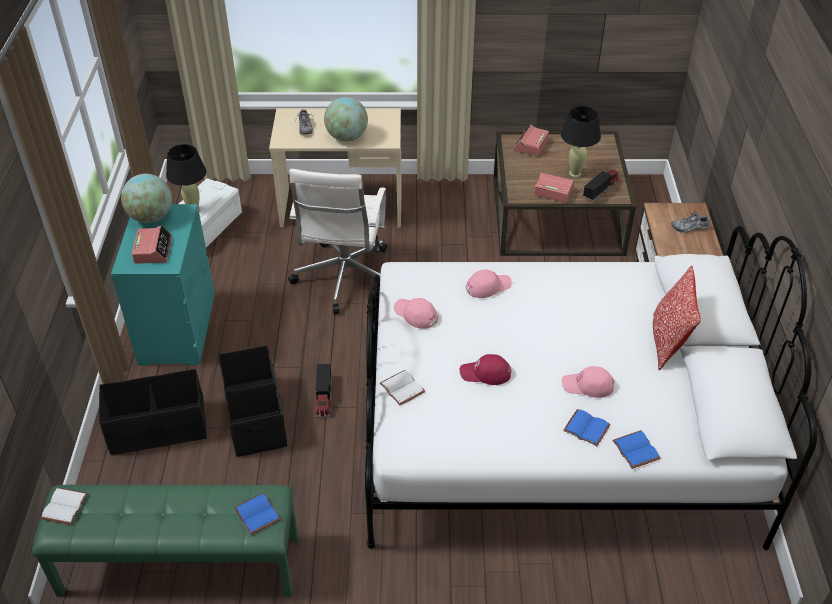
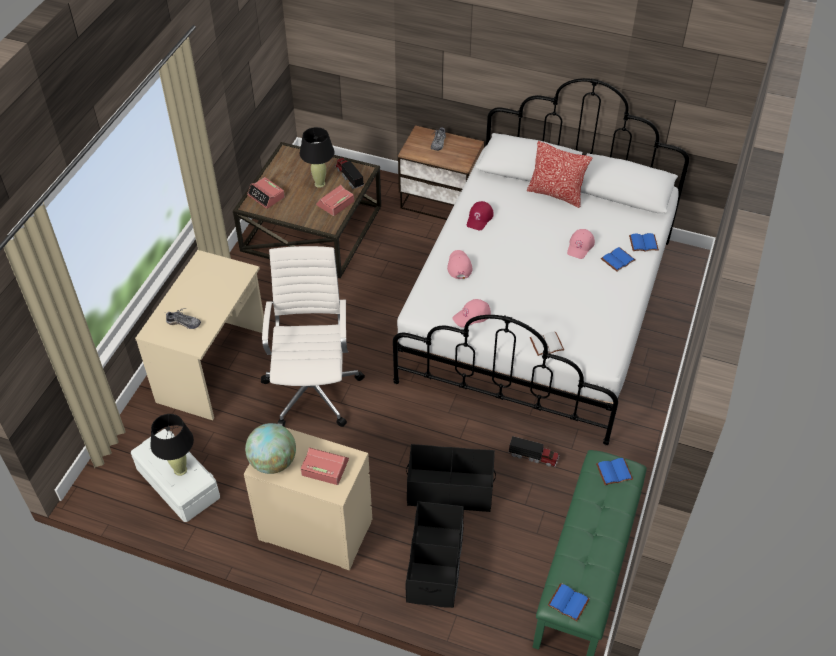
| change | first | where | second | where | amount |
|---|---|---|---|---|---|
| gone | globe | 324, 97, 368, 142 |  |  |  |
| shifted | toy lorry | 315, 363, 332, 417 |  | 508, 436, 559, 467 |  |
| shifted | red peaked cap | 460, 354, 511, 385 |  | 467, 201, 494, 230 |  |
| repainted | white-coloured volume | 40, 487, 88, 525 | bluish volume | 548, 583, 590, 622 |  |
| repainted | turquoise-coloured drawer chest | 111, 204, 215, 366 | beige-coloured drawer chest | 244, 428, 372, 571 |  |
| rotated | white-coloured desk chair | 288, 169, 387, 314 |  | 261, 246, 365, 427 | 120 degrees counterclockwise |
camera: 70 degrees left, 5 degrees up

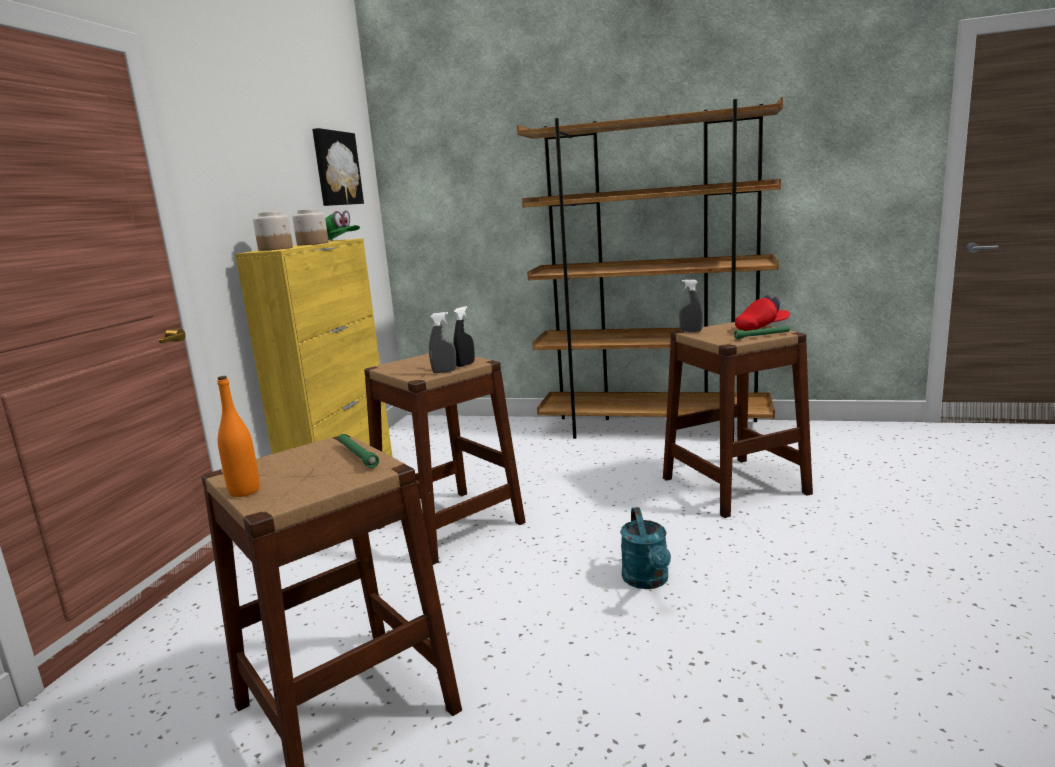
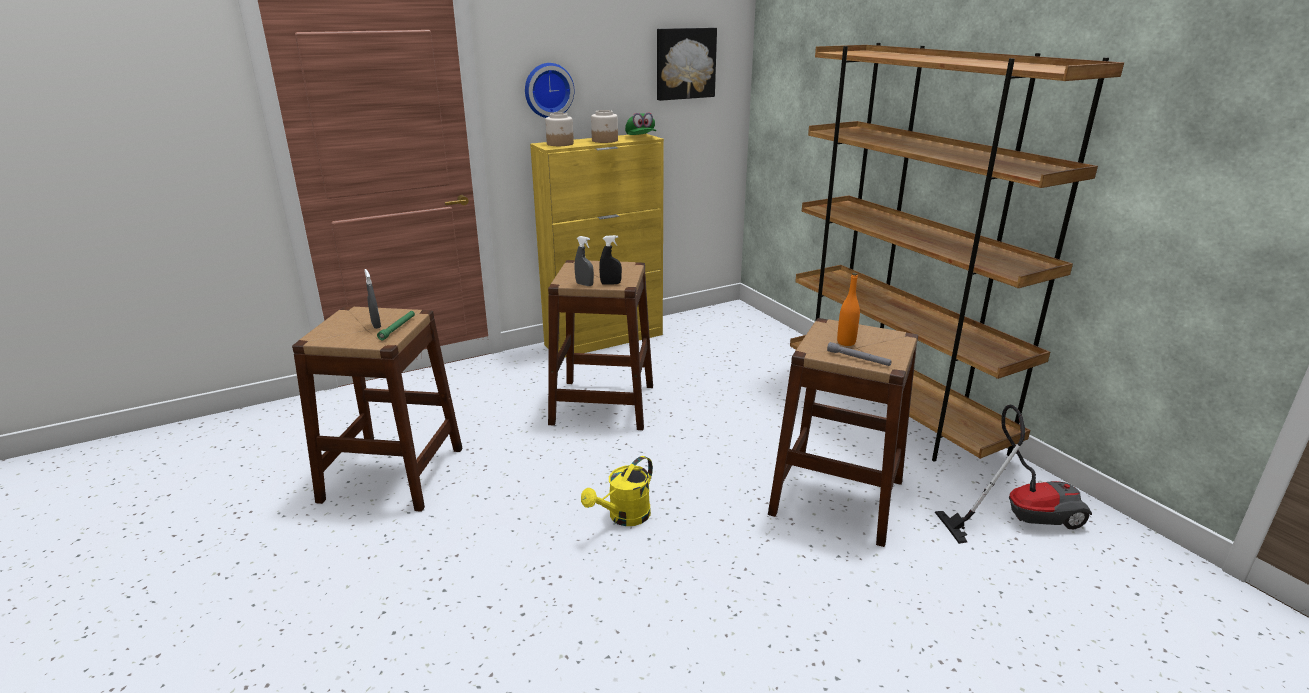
| change | first | where | second | where | amount |
|---|---|---|---|---|---|
| gone | red peaked cap | 735, 295, 790, 331 |  |  |  |
| new |  |  | wall clock | 525, 63, 574, 118 |  |
| new |  |  | vacuum | 935, 404, 1092, 544 |  |
| shifted | orange-coloured beverage bottle | 217, 376, 260, 497 |  | 837, 273, 860, 346 |  |
| shifted | gray hand sprayer | 679, 279, 703, 332 |  | 364, 269, 381, 329 |  |
| repainted | turquoise-coloured sprinkling can | 620, 507, 671, 589 | yellowish sprinkling can | 581, 456, 653, 526 |  |
| repainted | greenish torch | 734, 326, 790, 339 | gray torch | 827, 342, 892, 366 |  |
camera: 45 degrees right, 10 degrees up

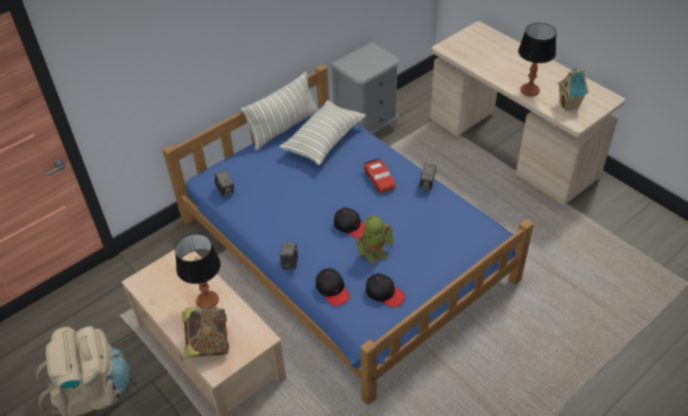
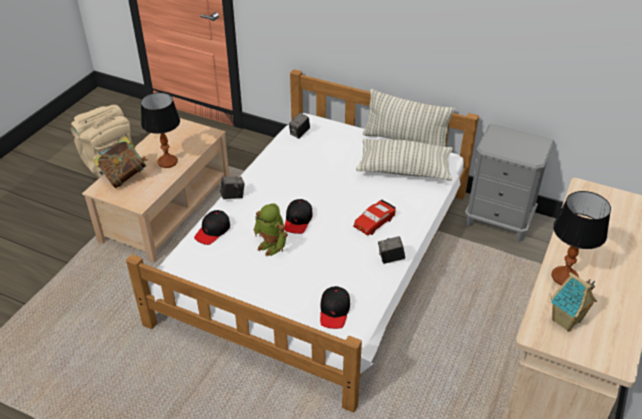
| change | first | where | second | where | amount |
|---|---|---|---|---|---|
| shifted | black peaked cap | 366, 273, 405, 308 |  | 320, 286, 350, 329 |  |
| repainted | bluish sleeping bed | 163, 64, 534, 405 | white-coloured sleeping bed | 126, 69, 479, 412 |  |
camera: 65 degrees right, 5 degrees down

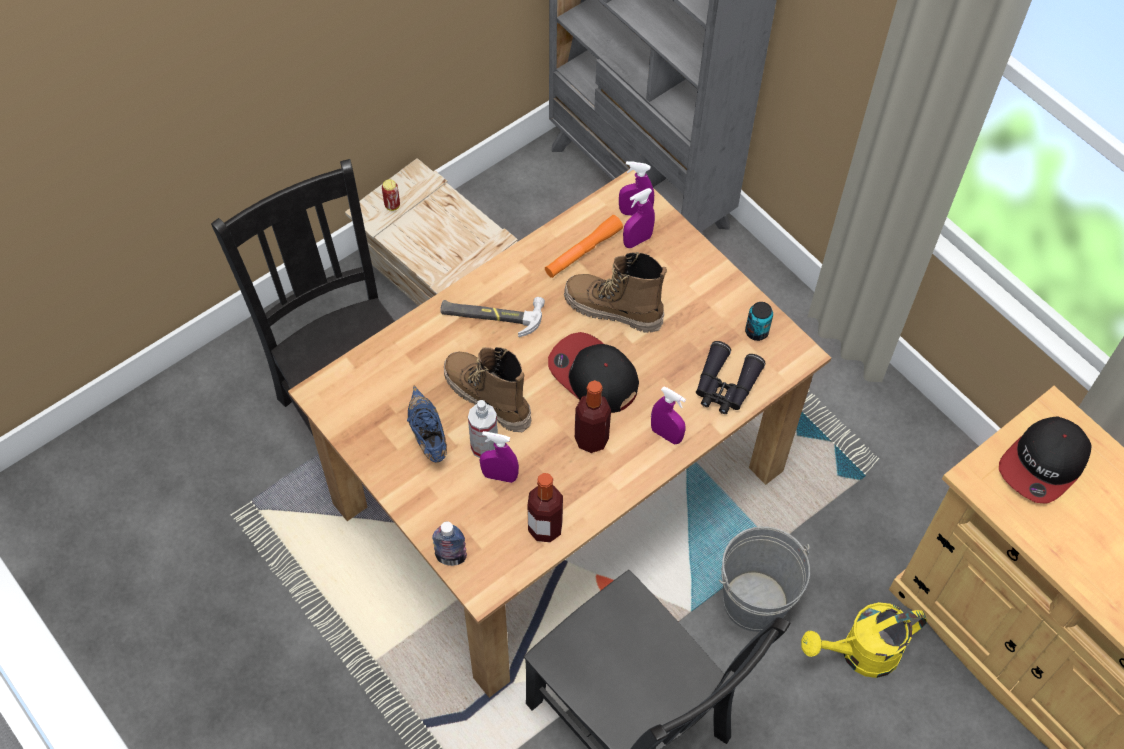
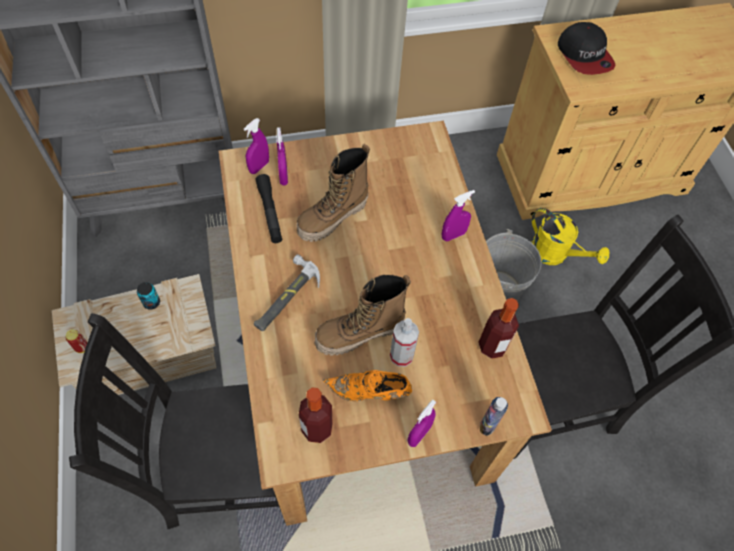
| change | first | where | second | where | amount |
|---|---|---|---|---|---|
| gone | peaked cap | 548, 332, 639, 413 |  |  |  |
| gone | black pair of binoculars | 696, 341, 765, 414 |  |  |  |
| shifted | purple hand sprayer | 480, 431, 519, 483 |  | 407, 400, 436, 447 |  |
| shifted | beverage bottle | 575, 380, 611, 453 |  | 299, 387, 333, 443 |  |
| shifted | sealed can | 745, 302, 773, 341 |  | 137, 282, 160, 310 |  |
| repainted | bluish item of footwear | 407, 385, 447, 463 | orange-coloured item of footwear | 323, 370, 412, 401 |  |
| repainted | orange-coloured torch | 545, 215, 623, 278 | black torch | 256, 174, 282, 243 |  |
| rotated | yellowish sprinkling can | 801, 602, 927, 678 |  | 531, 208, 609, 265 | 60 degrees counterclockwise |
camera: 65 degrees left, 0 degrees up

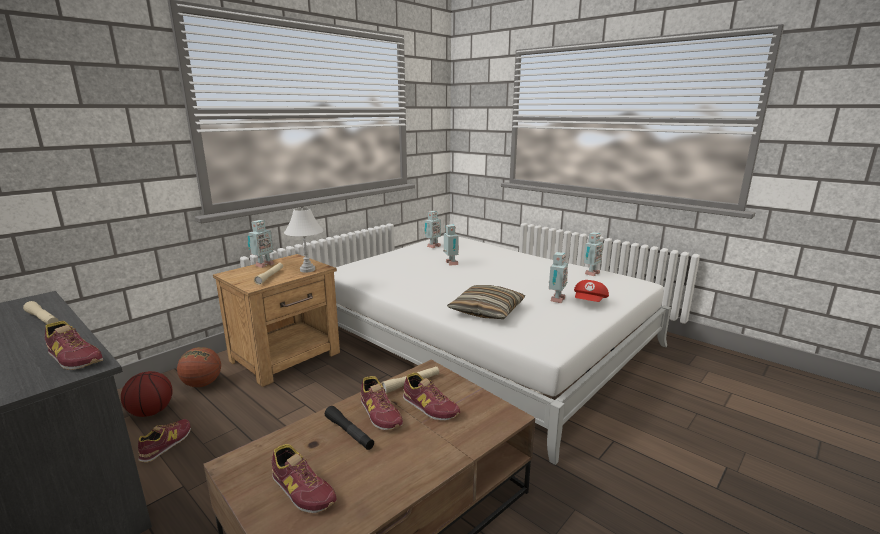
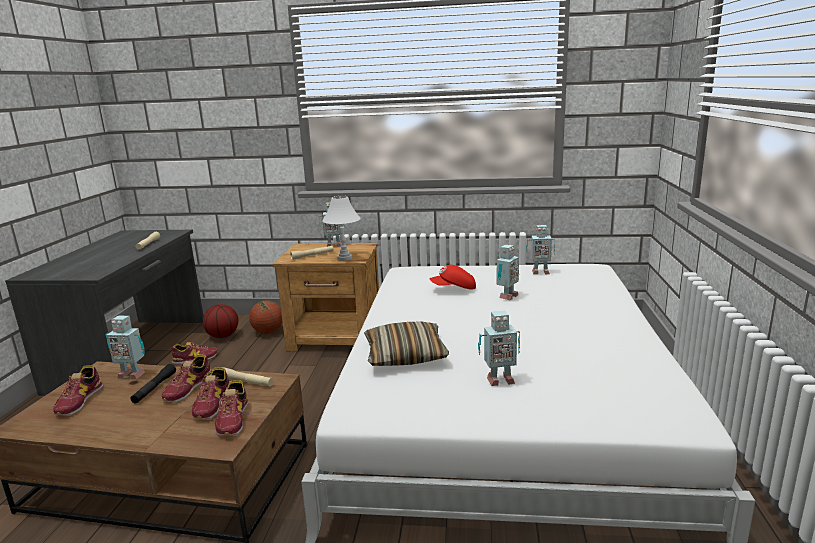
| change | first | where | second | where | amount |
|---|---|---|---|---|---|
| shifted | item of footwear | 45, 321, 103, 370 |  | 215, 380, 249, 436 |  |
| shifted | red peaked cap | 574, 280, 609, 302 |  | 430, 265, 476, 290 |  |
| shifted | robot figure | 583, 232, 603, 276 |  | 106, 316, 145, 380 |  |
camera: 55 degrees right, 0 degrees up

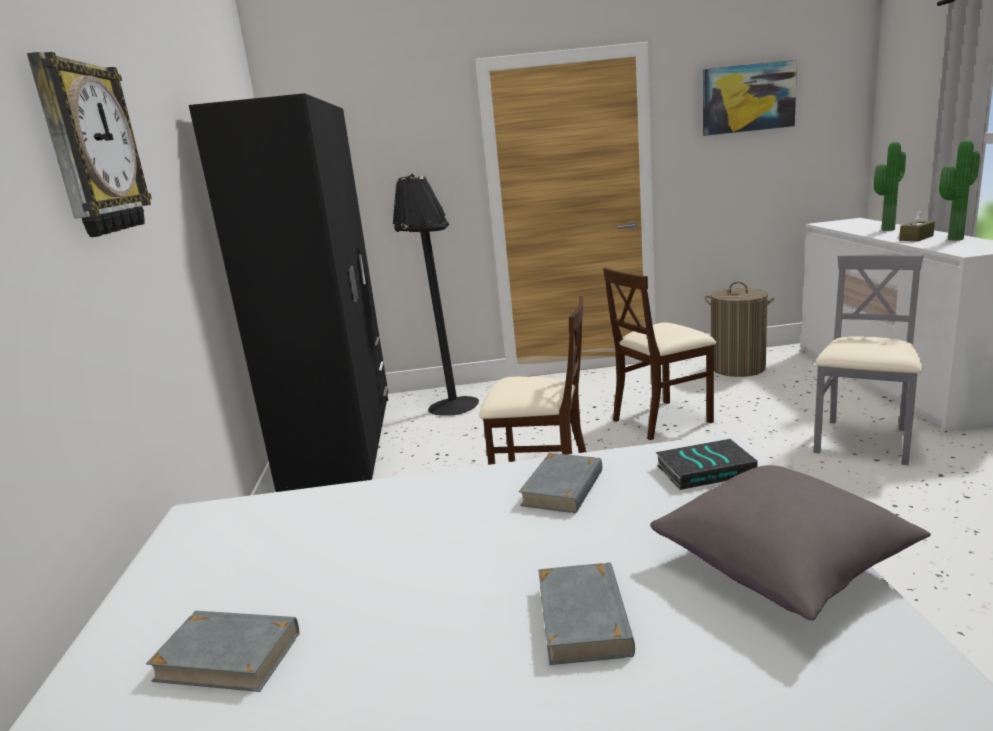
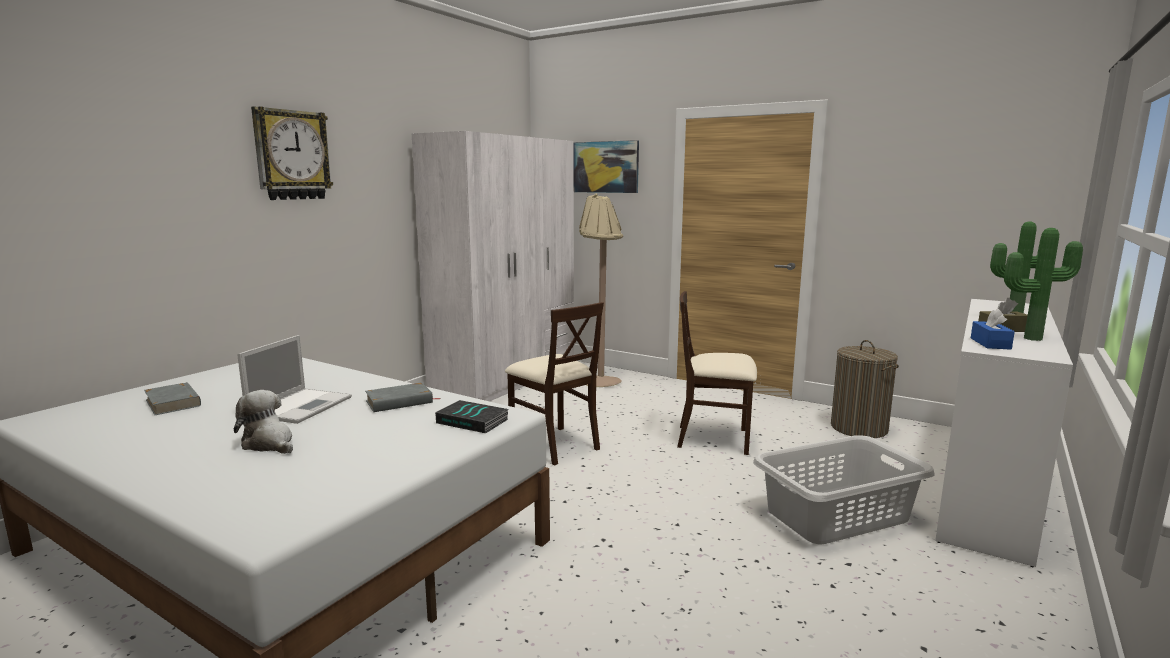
| change | first | where | second | where | amount |
|---|---|---|---|---|---|
| gone | gray cushion | 650, 465, 931, 621 |  |  |  |
| new |  |  | portable computer | 237, 335, 352, 424 |  |
| new |  |  | bluish tissue holder | 971, 309, 1015, 349 |  |
| shifted | wall art | 703, 60, 797, 136 |  | 574, 140, 639, 193 |  |
| swapped | gray volume | 538, 562, 635, 665 | soft toy | 234, 390, 293, 454 |  |
| swapped | gray chair | 813, 255, 923, 466 | gray washing basket | 753, 435, 935, 544 |  |
| repainted | black clothes cupboard | 189, 94, 388, 492 | white-coloured clothes cupboard | 412, 131, 574, 402 |  |
| repainted | black standard lamp | 393, 173, 479, 416 | beige-coloured standard lamp | 579, 194, 623, 387 |  |
camera: 35 degrees right, 5 degrees down

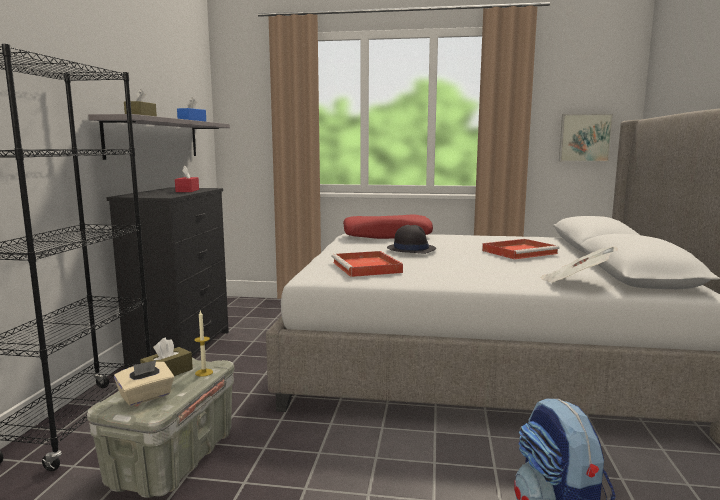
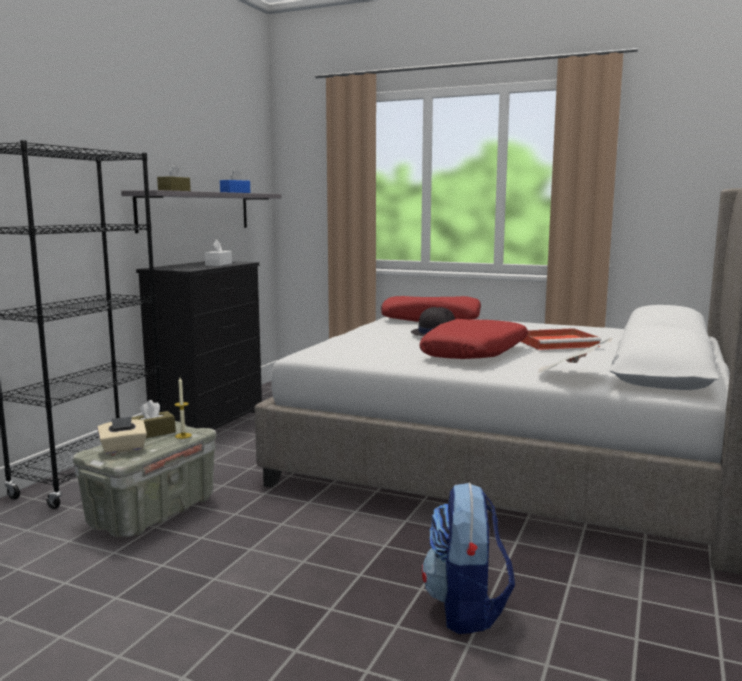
| change | first | where | second | where | amount |
|---|---|---|---|---|---|
| gone | red carrying tray | 332, 251, 403, 277 |  |  |  |
| gone | wall art | 559, 114, 613, 162 |  |  |  |
| new |  |  | red cushion | 419, 319, 528, 359 |  |
| repainted | red tissue holder | 175, 166, 199, 192 | white-coloured tissue holder | 205, 239, 232, 266 |  |
camera: 15 degrees right, 0 degrees up

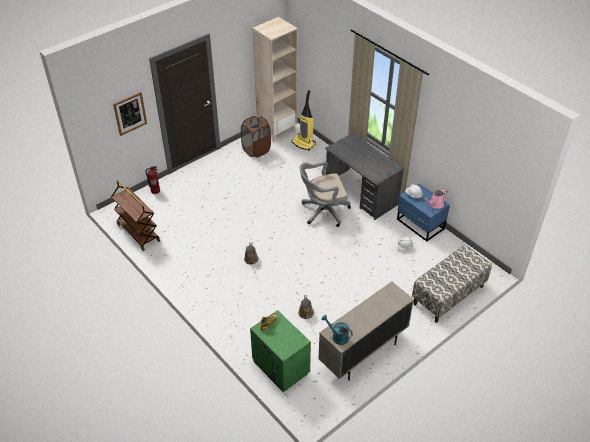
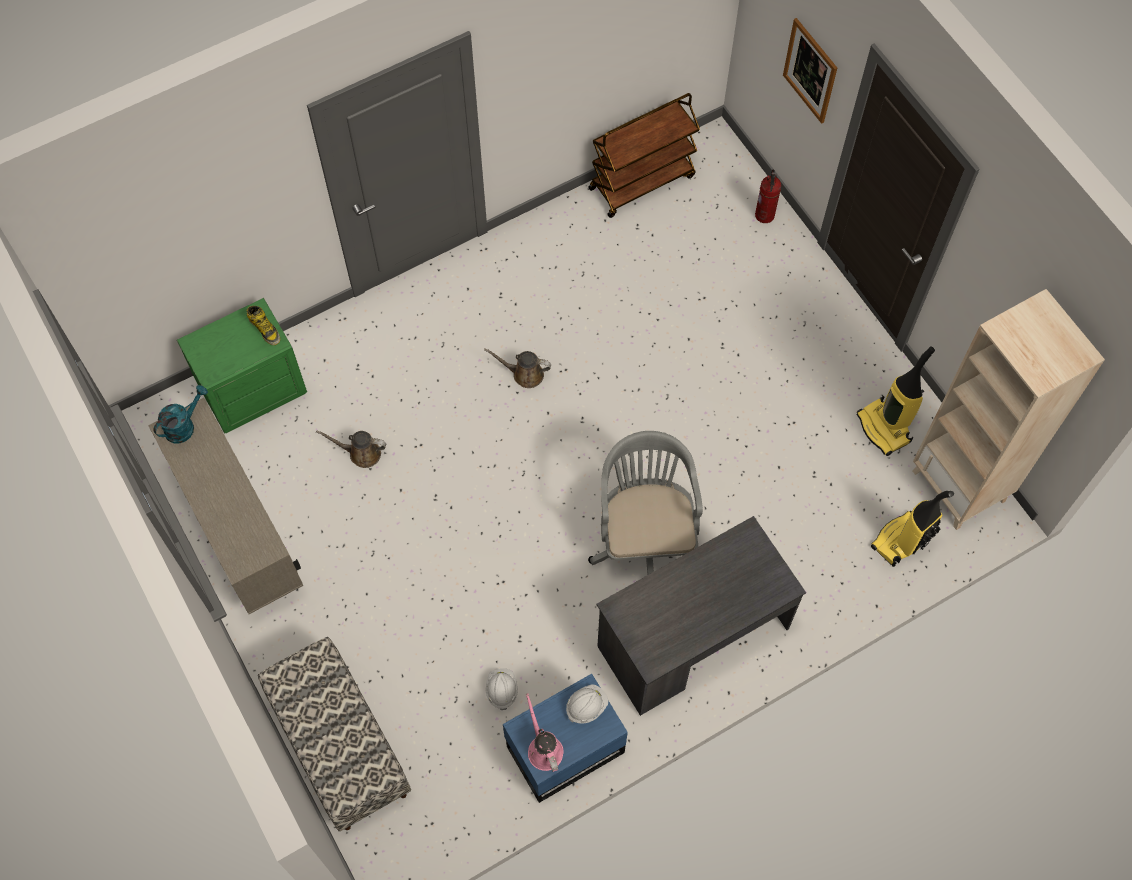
| change | first | where | second | where | amount |
|---|---|---|---|---|---|
| swapped | brown washing basket | 241, 116, 271, 158 | vacuum | 857, 346, 935, 456 |  |
camera: 100 degrees right, 20 degrees up

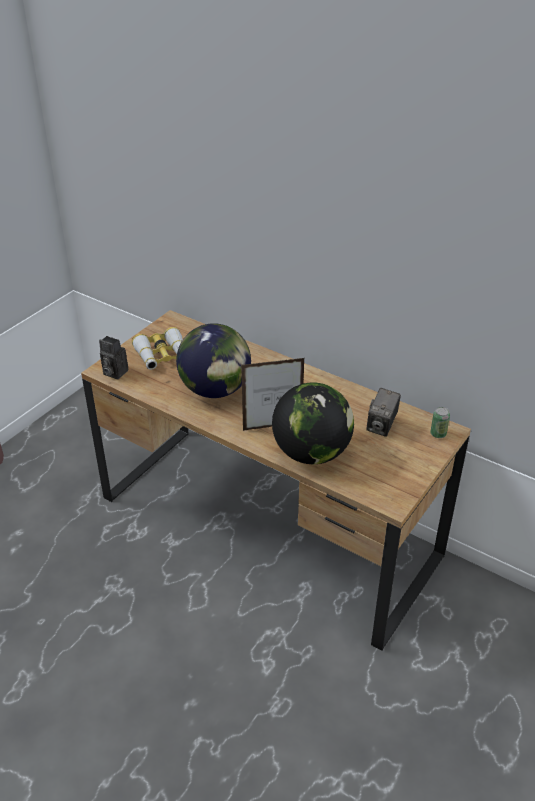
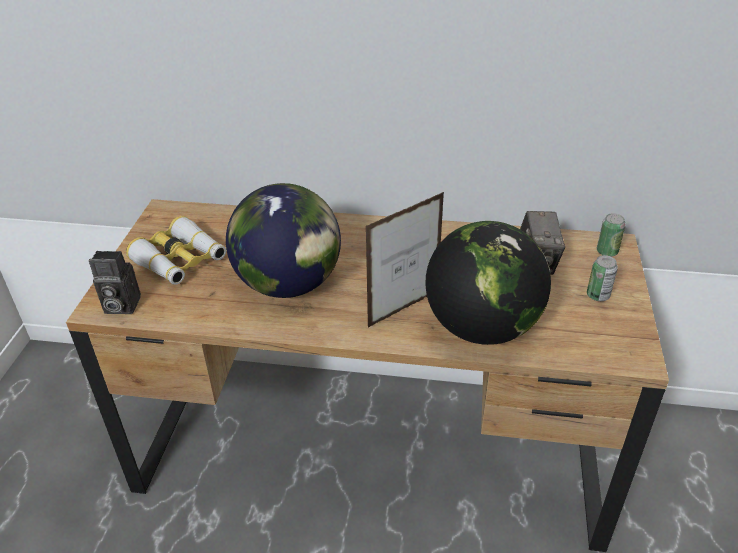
| change | first | where | second | where | amount |
|---|---|---|---|---|---|
| new |  |  | sealed can | 587, 255, 618, 301 |  |
camera: 25 degrees left, 0 degrees up

